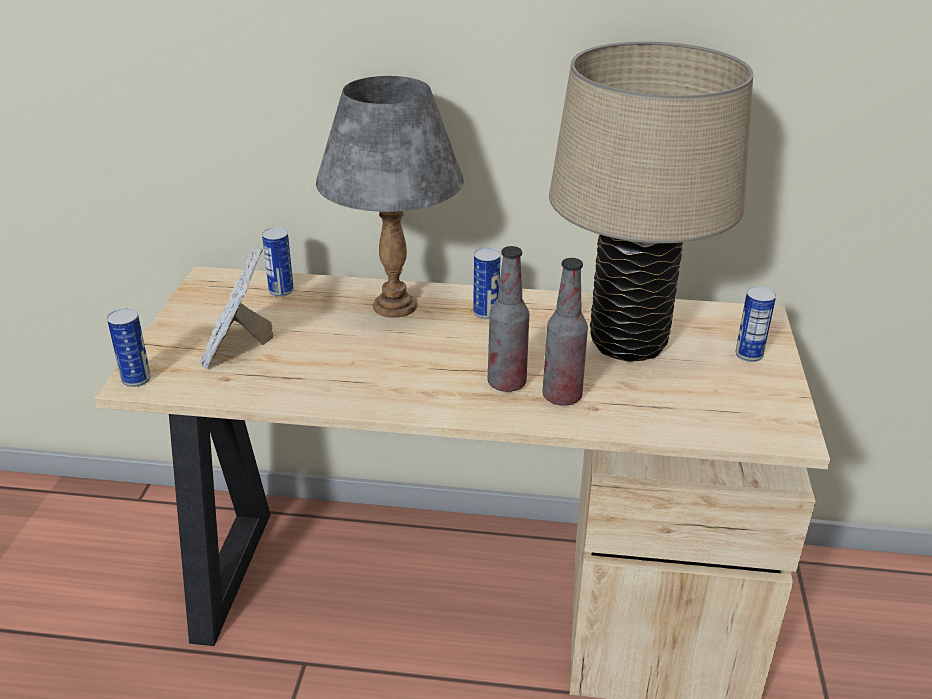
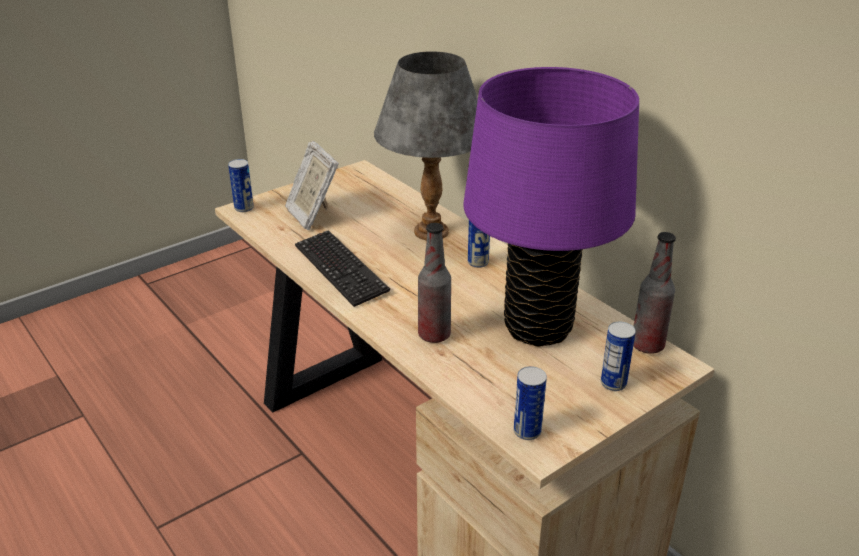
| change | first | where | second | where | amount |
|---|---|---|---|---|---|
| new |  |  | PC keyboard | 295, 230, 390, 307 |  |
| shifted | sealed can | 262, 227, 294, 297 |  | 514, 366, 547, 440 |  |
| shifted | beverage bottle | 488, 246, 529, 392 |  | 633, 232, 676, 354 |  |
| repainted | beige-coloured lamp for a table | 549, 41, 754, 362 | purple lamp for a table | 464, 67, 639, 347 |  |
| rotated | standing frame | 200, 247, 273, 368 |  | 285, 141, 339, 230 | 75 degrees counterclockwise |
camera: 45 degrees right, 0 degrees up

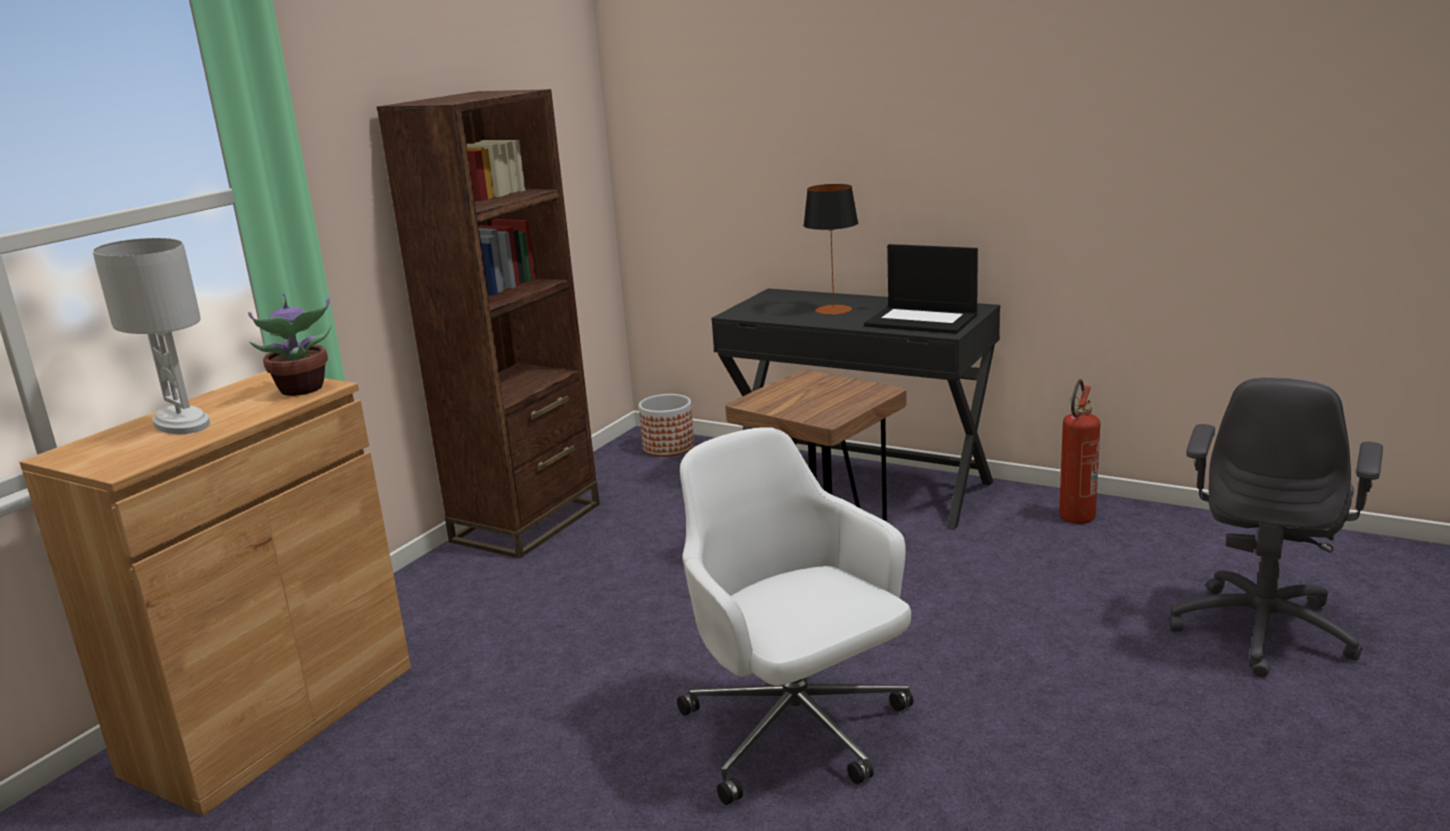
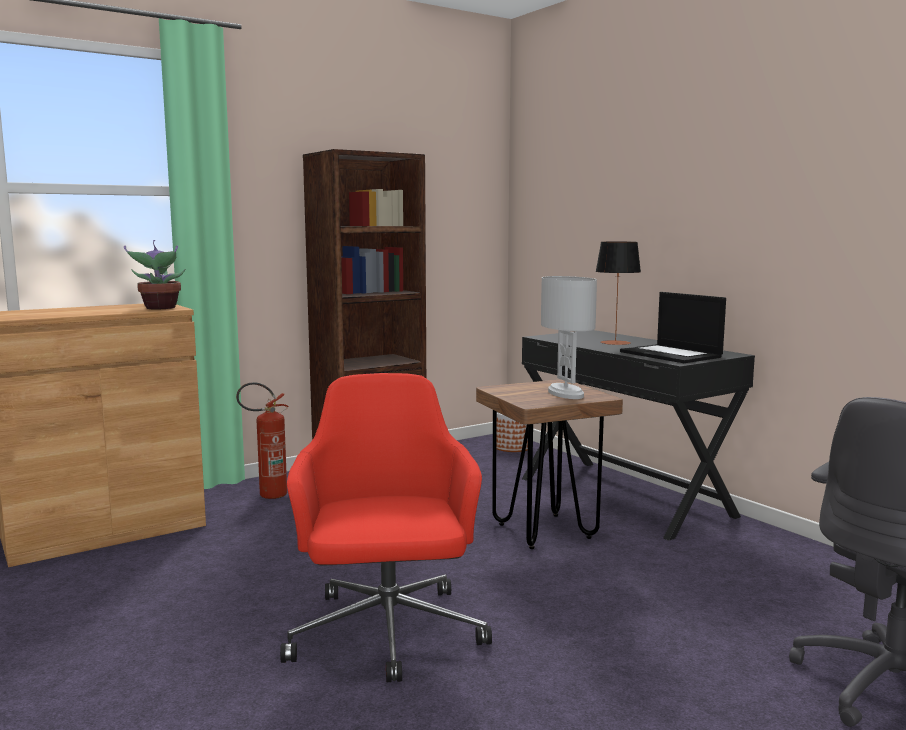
| change | first | where | second | where | amount |
|---|---|---|---|---|---|
| shifted | white-coloured lamp for a table | 93, 238, 210, 434 |  | 541, 276, 597, 399 |  |
| shifted | fire extinguisher | 1059, 379, 1100, 524 |  | 236, 382, 289, 499 |  |
| repainted | white-coloured desk chair | 677, 427, 913, 805 | red desk chair | 280, 373, 492, 682 |  |
camera: 25 degrees right, 10 degrees down

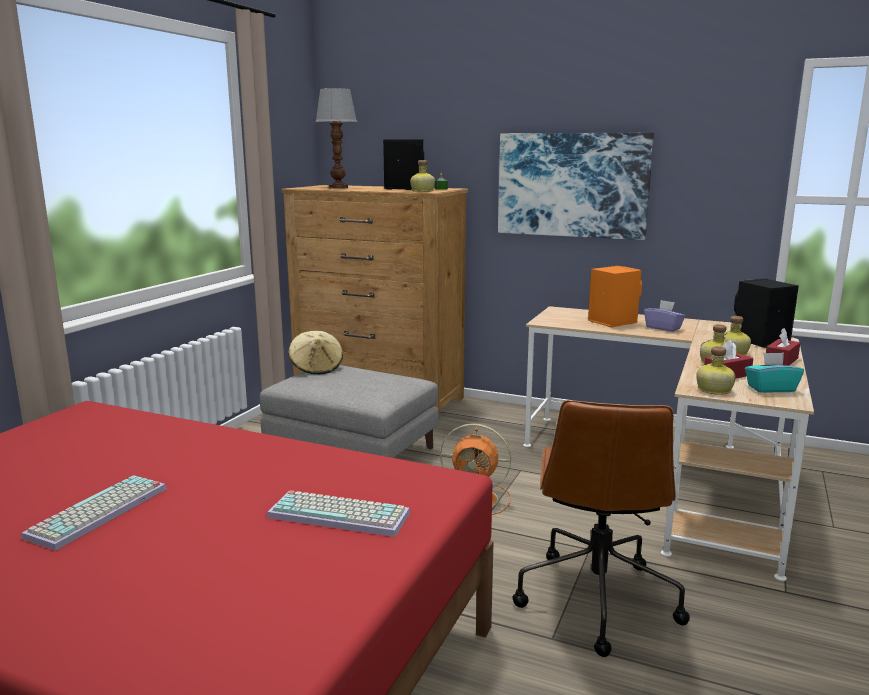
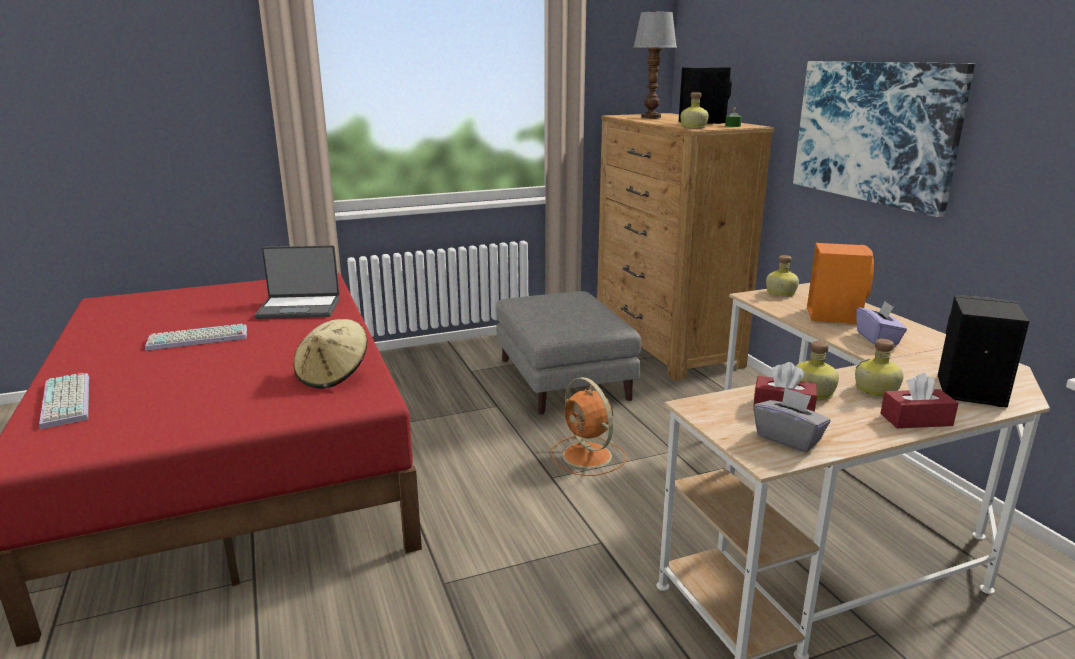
| change | first | where | second | where | amount |
|---|---|---|---|---|---|
| gone | brown desk chair | 513, 400, 690, 657 |  |  |  |
| new |  |  | portable computer | 255, 245, 340, 319 |  |
| shifted | PC keyboard | 267, 490, 410, 537 |  | 39, 373, 89, 429 |  |
| shifted | beige-coloured clothing hat | 288, 331, 343, 374 |  | 293, 319, 367, 389 |  |
| shifted | beverage bottle | 696, 346, 736, 395 |  | 766, 255, 799, 297 |  |
| repainted | turquoise-coloured tissue holder | 745, 352, 804, 393 | gray tissue holder | 753, 387, 830, 453 |  |
camera: 45 degrees right, 5 degrees up

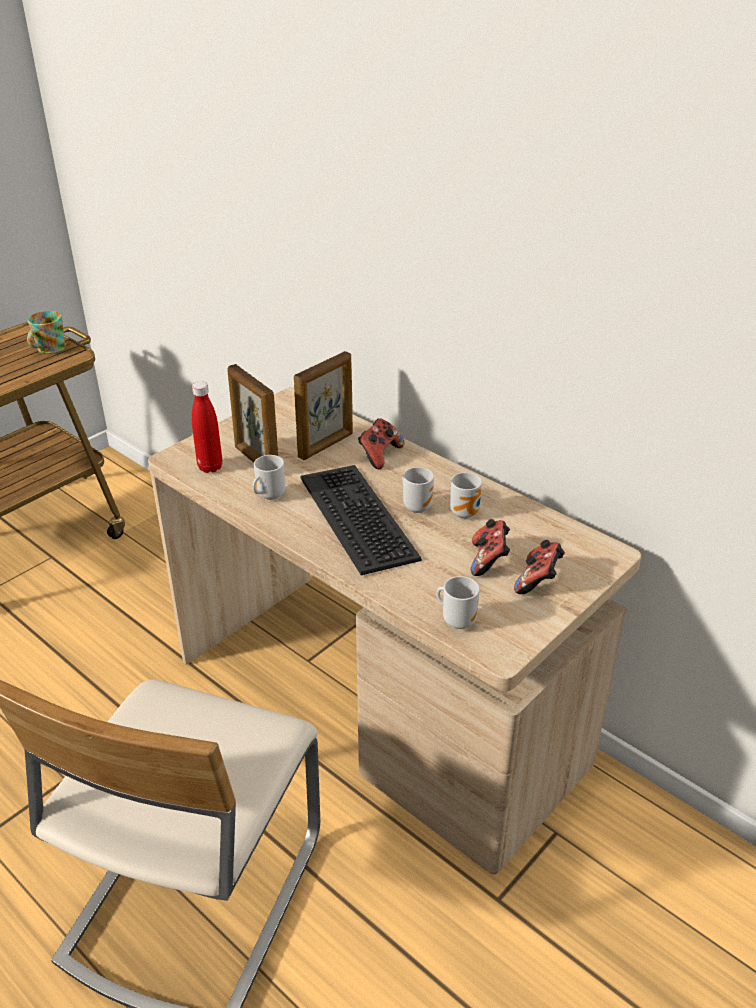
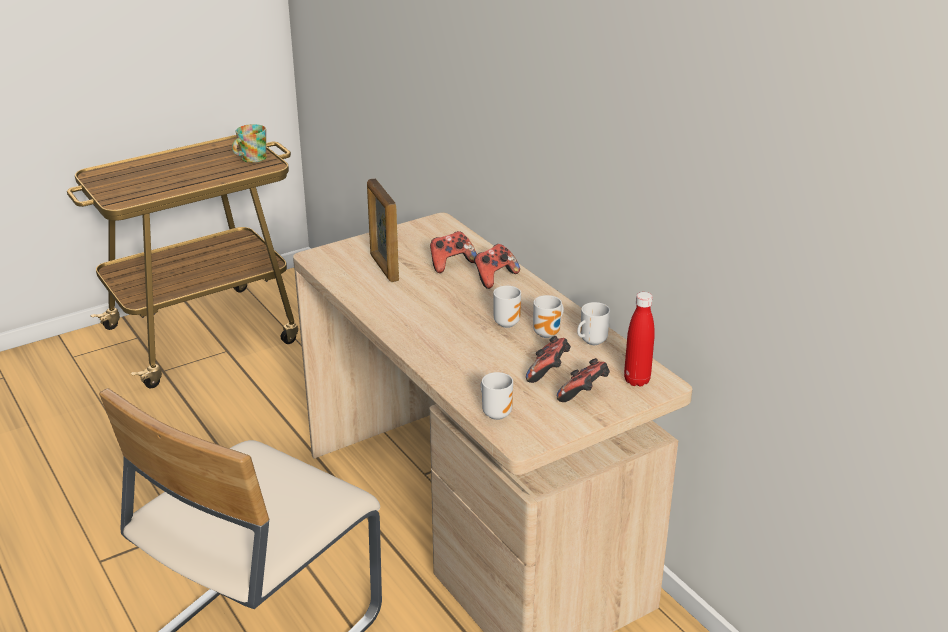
| change | first | where | second | where | amount |
|---|---|---|---|---|---|
| gone | PC keyboard | 300, 465, 422, 575 |  |  |  |
| shifted | red beverage bottle | 192, 381, 222, 473 |  | 624, 292, 655, 387 |  |
| shifted | tea mug | 253, 455, 285, 500 |  | 577, 302, 610, 345 |  |
| swapped | standing frame | 294, 351, 353, 460 | gamepad | 430, 231, 477, 273 |  |
camera: 15 degrees right, 5 degrees down

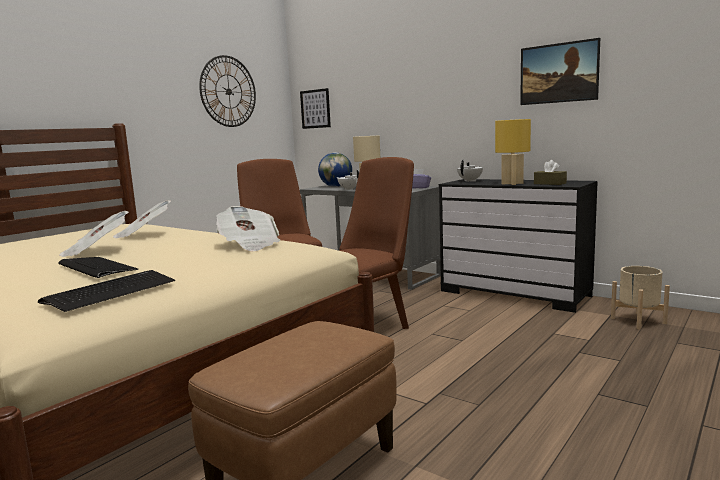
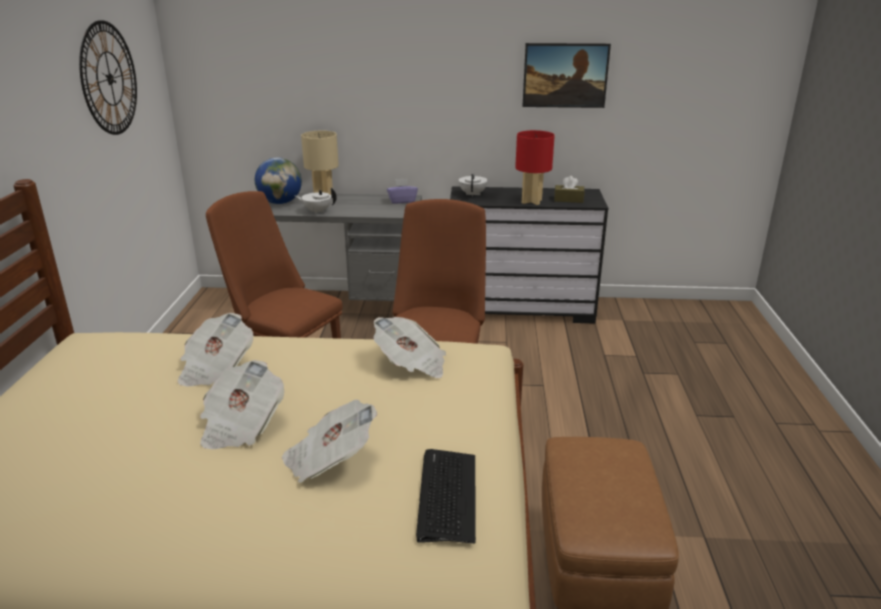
| change | first | where | second | where | amount |
|---|---|---|---|---|---|
| gone | wall art | 300, 88, 331, 129 |  |  |  |
| gone | beige-coloured flower pot | 611, 266, 670, 329 |  |  |  |
| swapped | PC keyboard | 58, 257, 138, 278 | daily paper | 282, 399, 377, 483 |  |
| repainted | yellowish lamp for a table | 495, 119, 531, 185 | red lamp for a table | 515, 130, 555, 205 |  |
camera: 35 degrees left, 15 degrees up

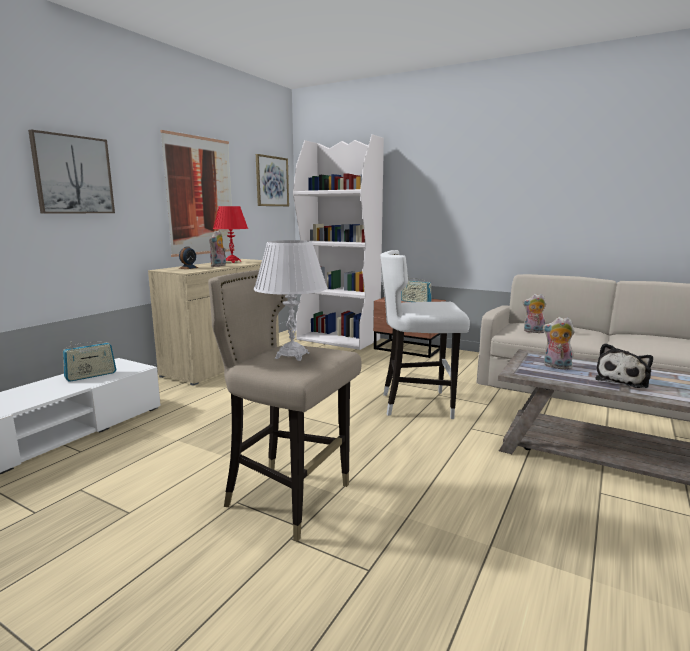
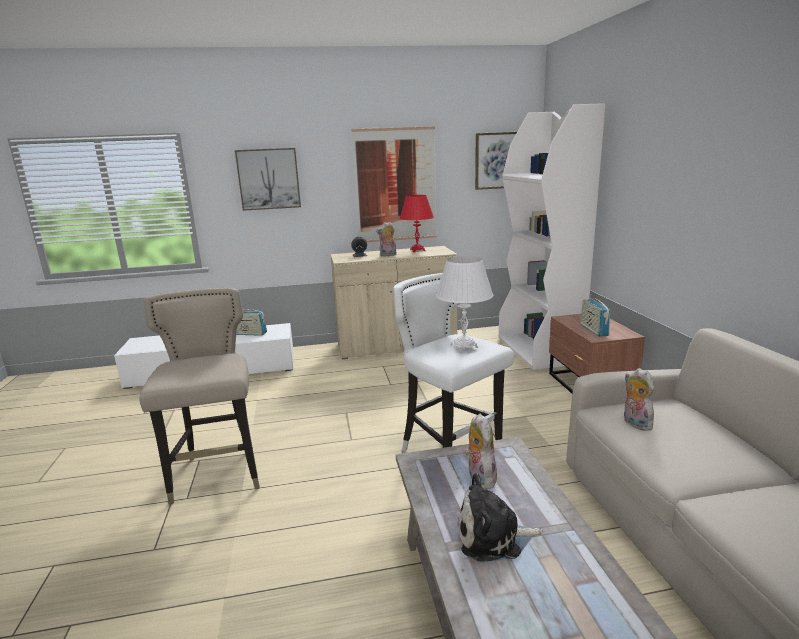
| change | first | where | second | where | amount |
|---|---|---|---|---|---|
| shifted | white-coloured lamp for a table | 254, 240, 328, 361 |  | 436, 256, 493, 352 |  |
camera: 50 degrees right, 5 degrees up

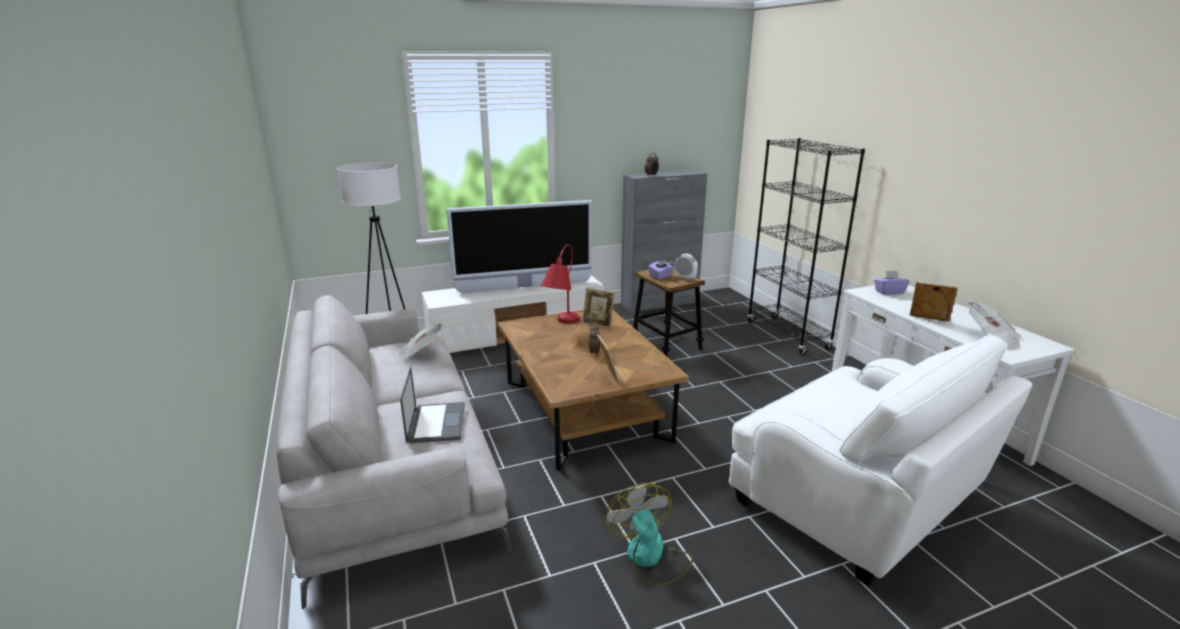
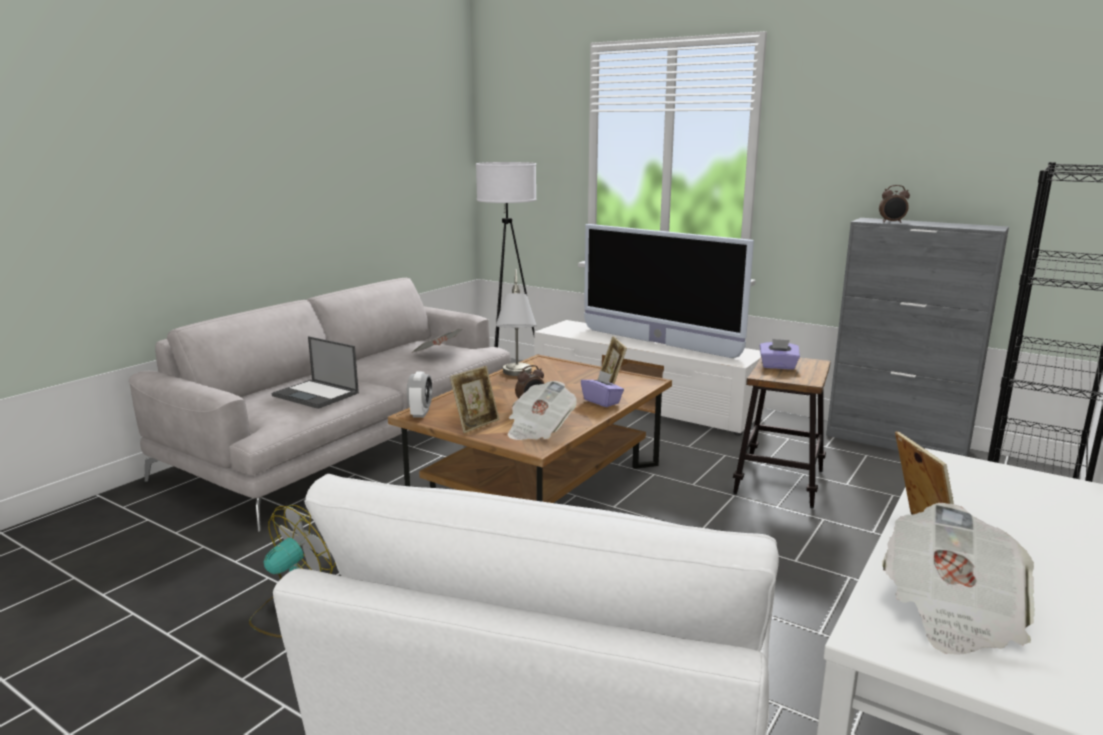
| change | first | where | second | where | amount |
|---|---|---|---|---|---|
| gone | red lamp for a table | 541, 244, 579, 324 |  |  |  |
| new |  |  | gray lamp for a table | 496, 269, 537, 376 |  |
| new |  |  | daily paper | 508, 381, 577, 440 |  |
| shifted | alarm clock | 675, 254, 698, 280 |  | 407, 372, 432, 418 |  |
| shifted | purple tissue holder | 874, 270, 910, 295 |  | 581, 370, 624, 407 |  |
| rotated | portable computer | 400, 367, 465, 444 |  | 272, 336, 359, 409 | 75 degrees clockwise |
camera: 55 degrees right, 5 degrees down

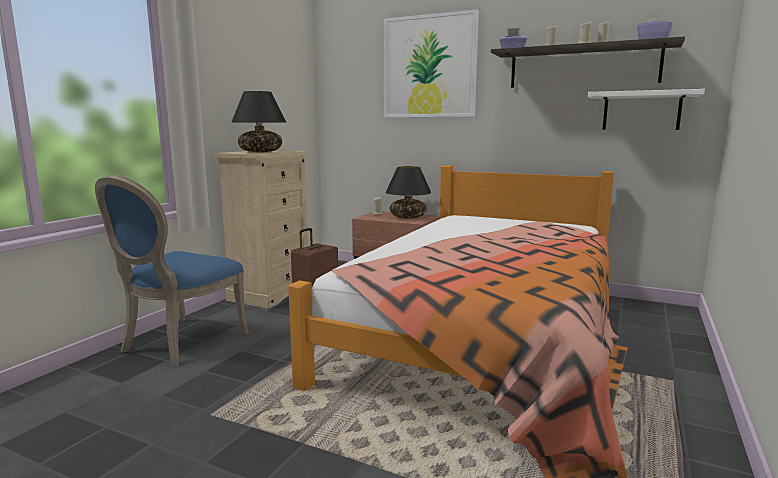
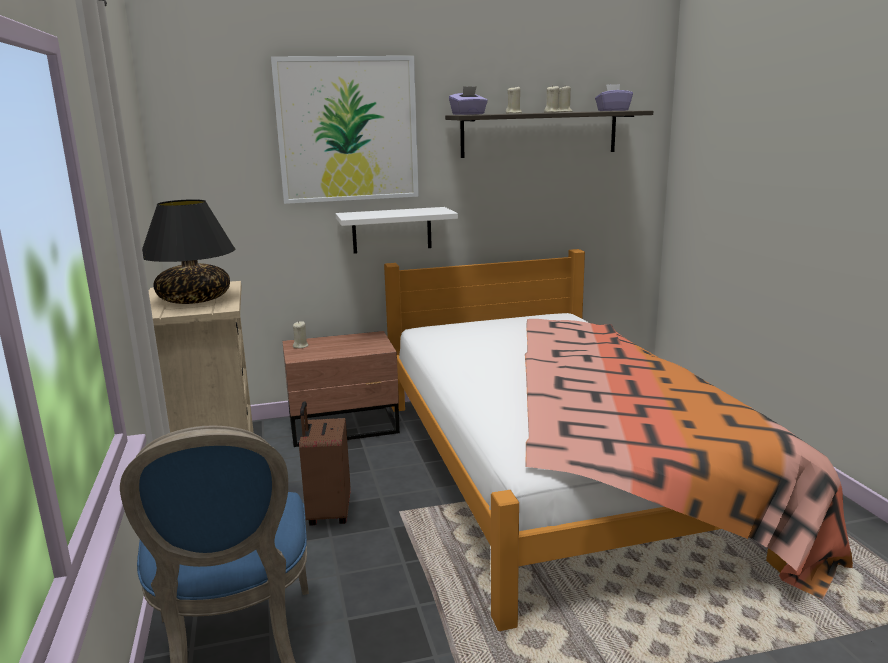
| change | first | where | second | where | amount |
|---|---|---|---|---|---|
| gone | black lamp for a table | 385, 166, 431, 218 |  |  |  |
| shifted | white-coloured shelf | 588, 89, 705, 130 |  | 335, 207, 458, 254 |  |
camera: 40 degrees left, 5 degrees up

